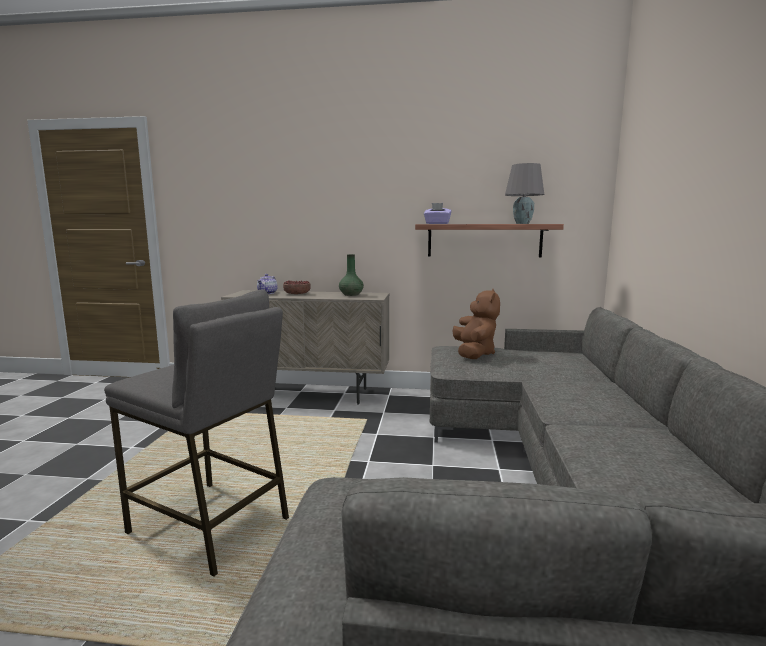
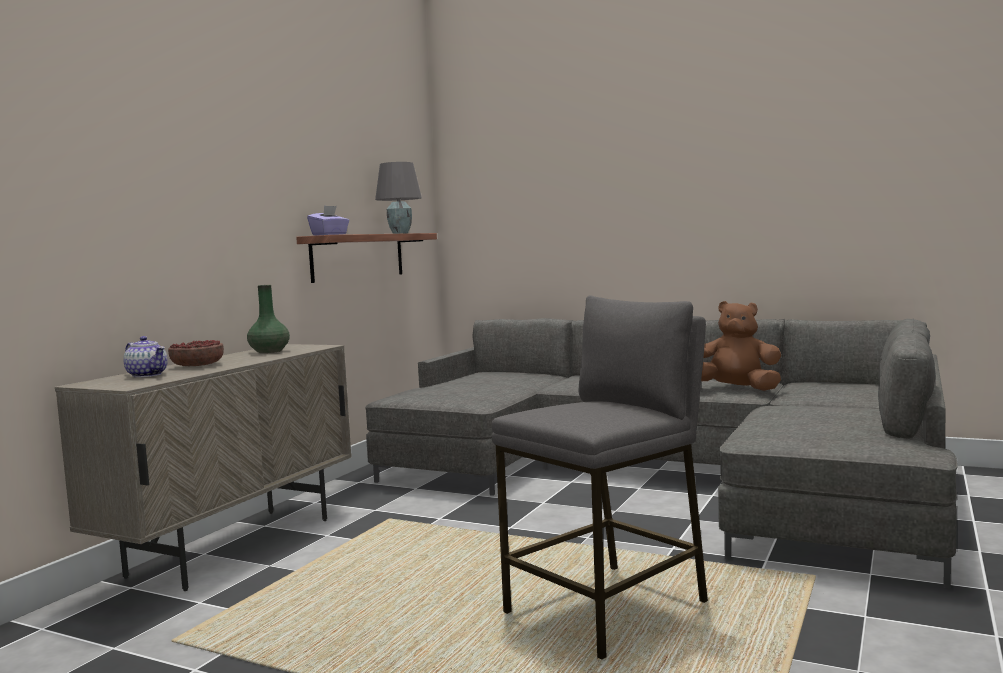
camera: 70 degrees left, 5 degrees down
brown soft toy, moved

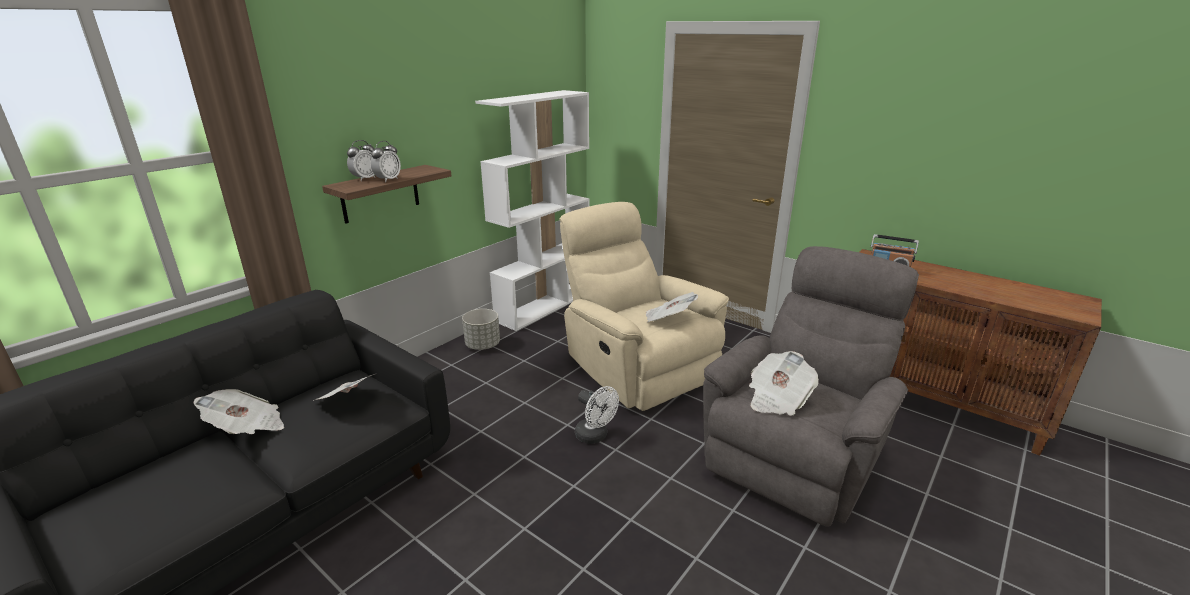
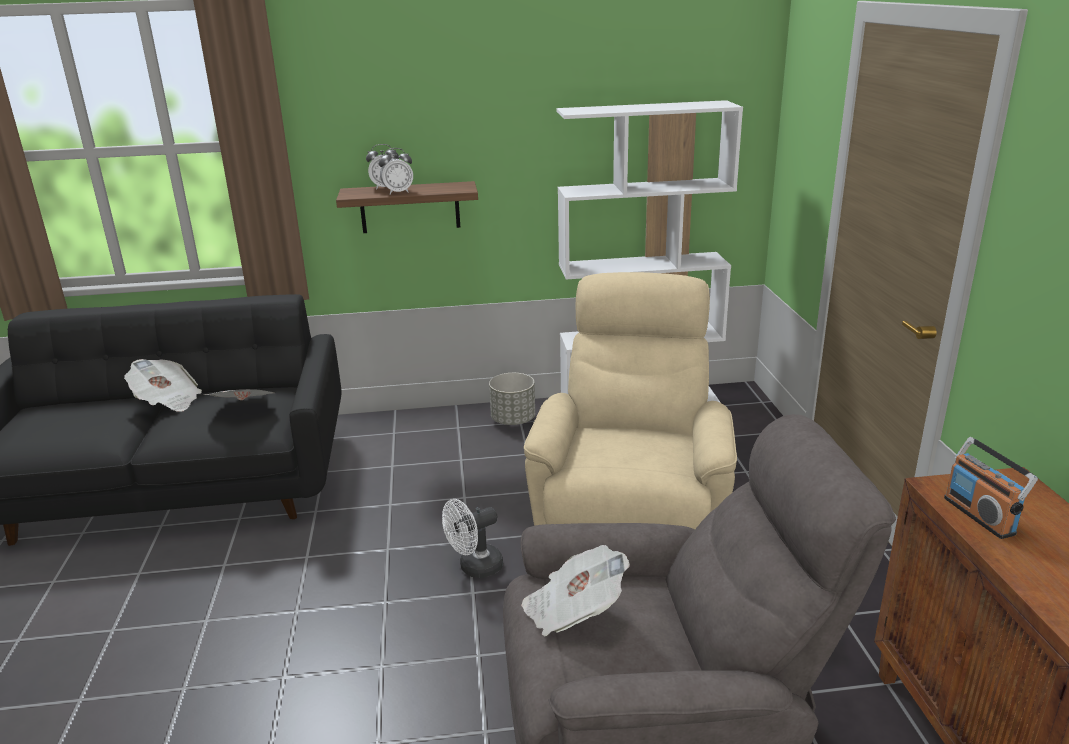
camera: 45 degrees right, 0 degrees up
white cooling fan, 60 degrees clockwise
daily paper (3rd from left) => nothing

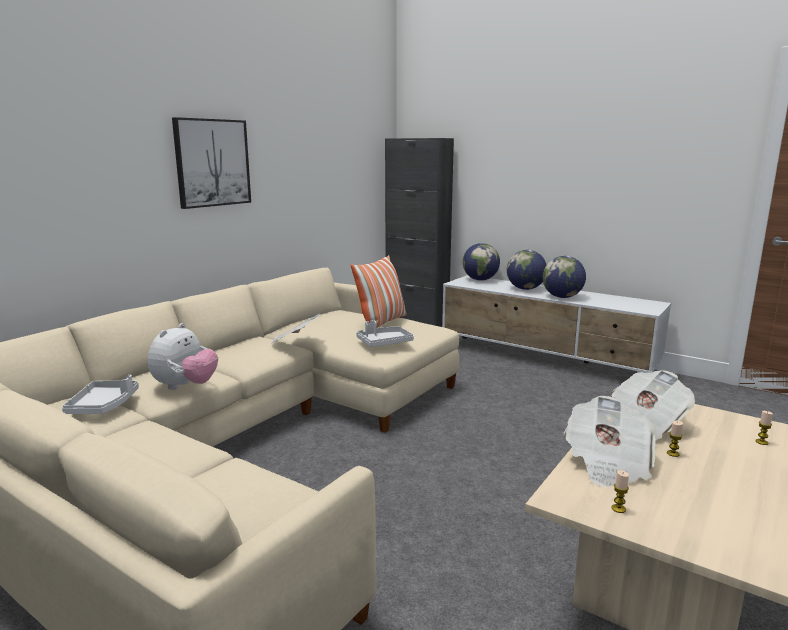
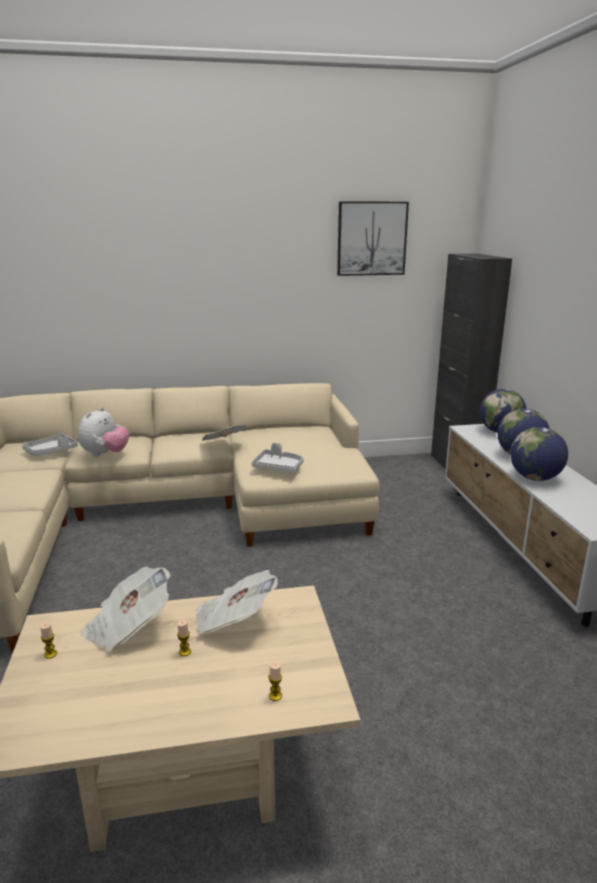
camera: 45 degrees right, 5 degrees up
soft toy, 45 degrees counterclockwise
wall picture, moved
pillow => nothing

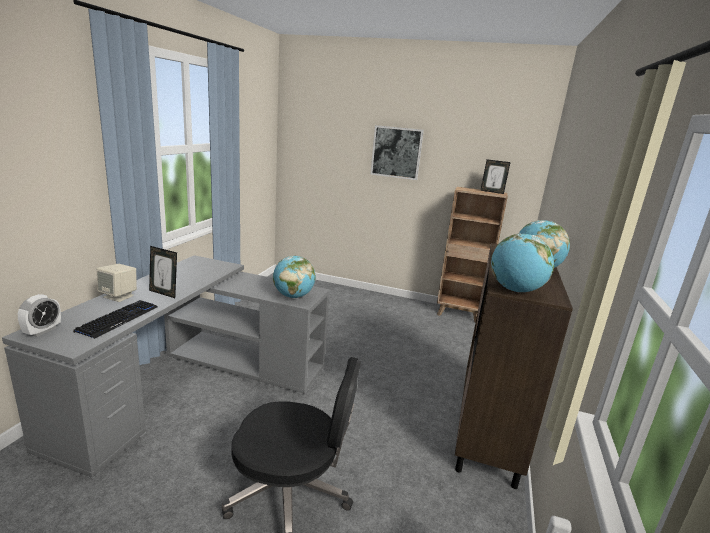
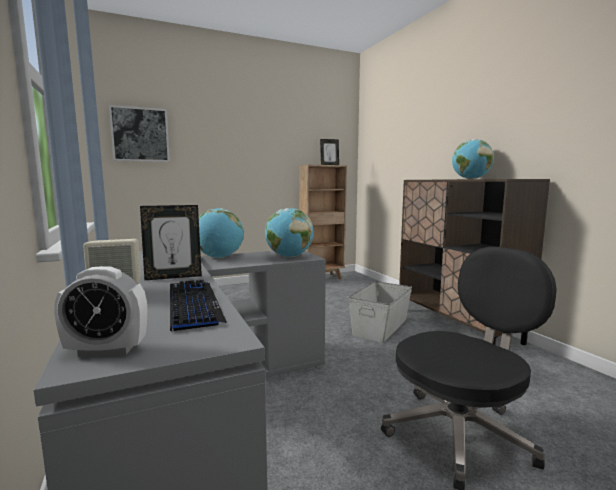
camera: 40 degrees left, 10 degrees down
bedside clock, 105 degrees clockwise
wall picture, moved
desk globe (2nd from left in the first image) => desk globe (1st from left), moved
nothing => greyish storage bin

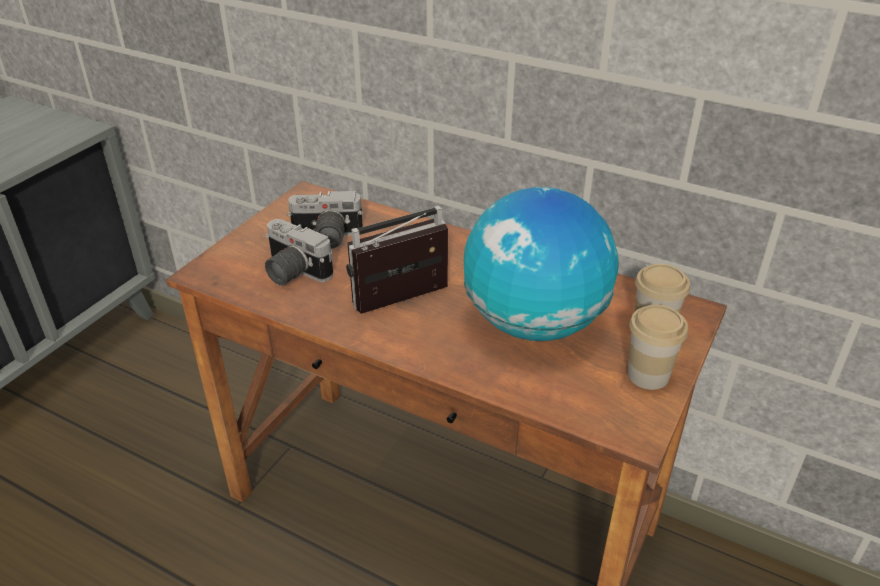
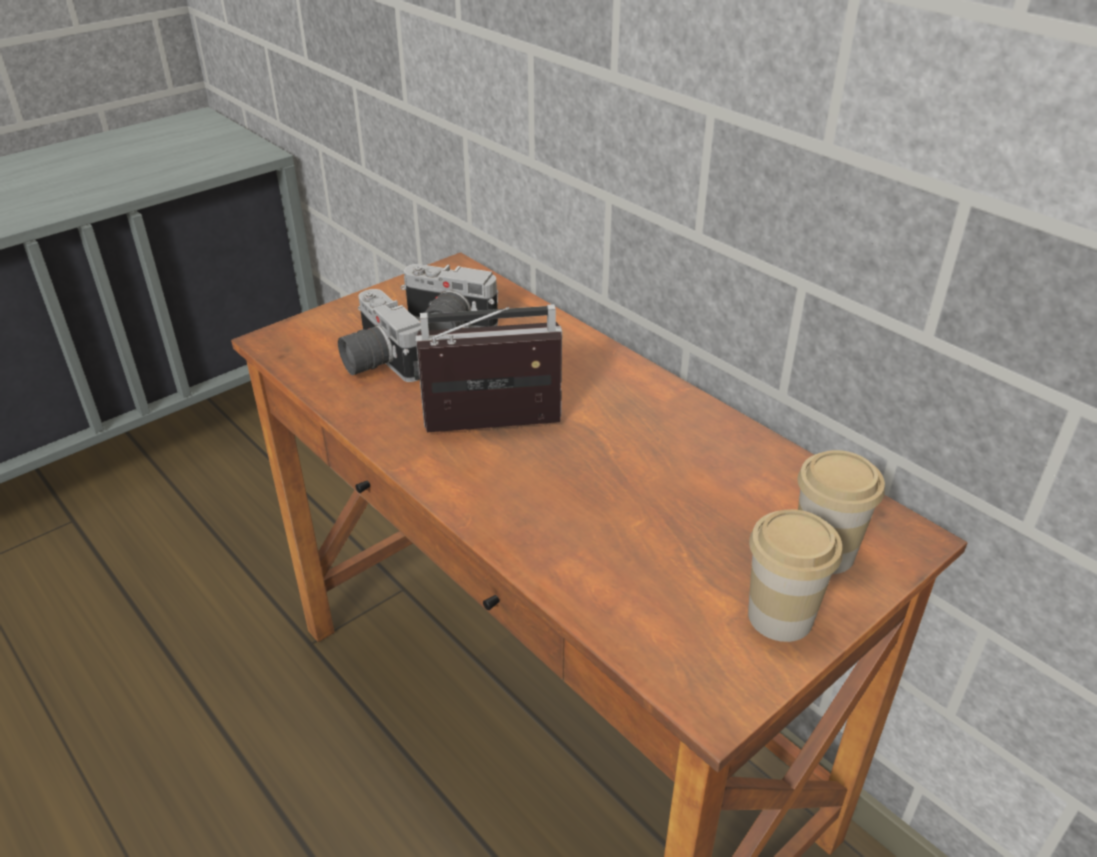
camera: 20 degrees right, 0 degrees up
desk globe => nothing

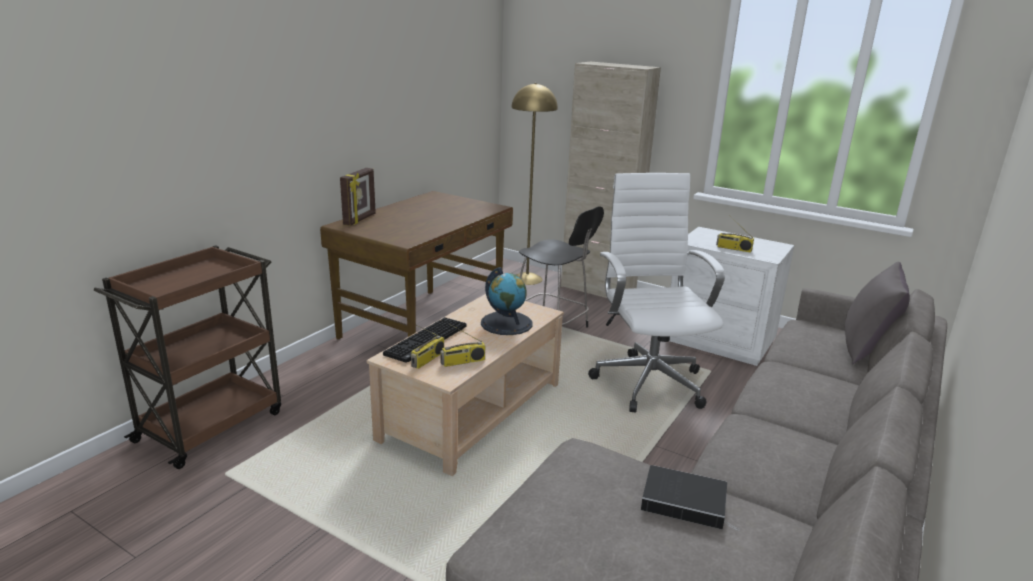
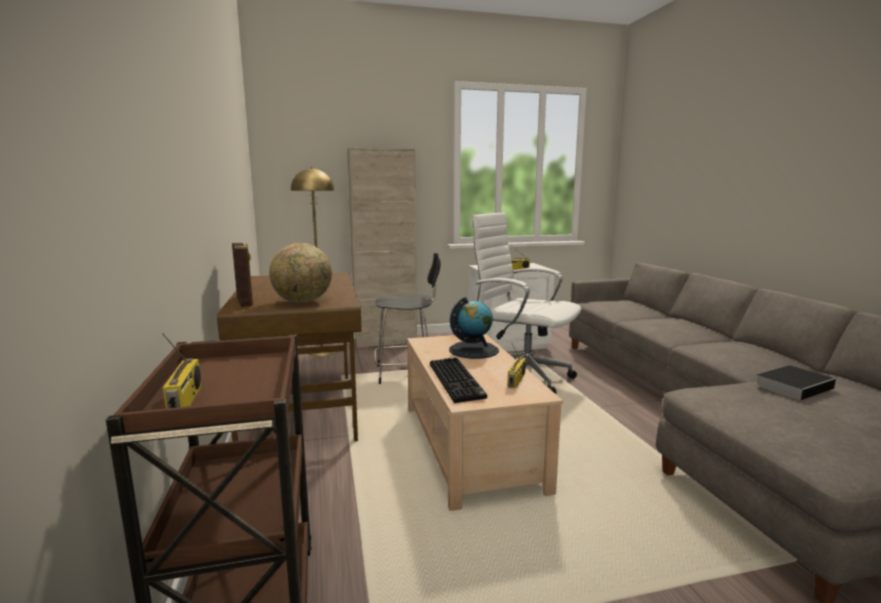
camera: 45 degrees left, 10 degrees down
radio receiver (1st from left), moved
greyish pillow => nothing
nothing => desk globe (1st from left)

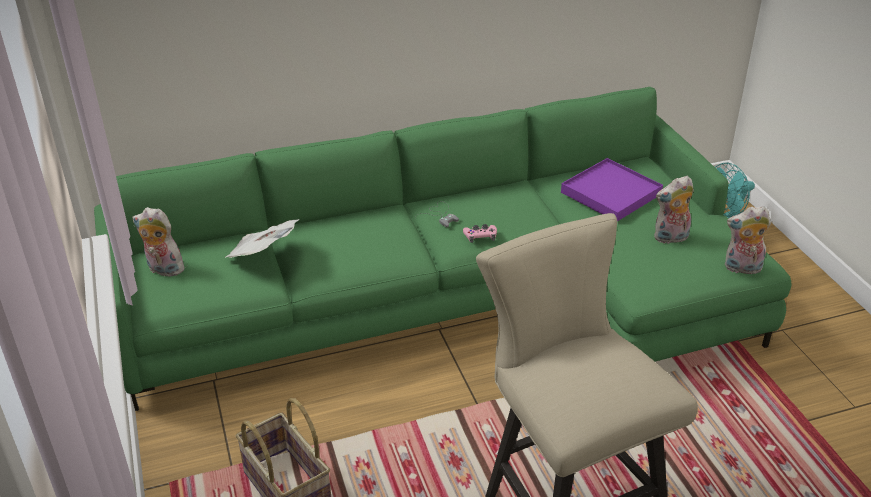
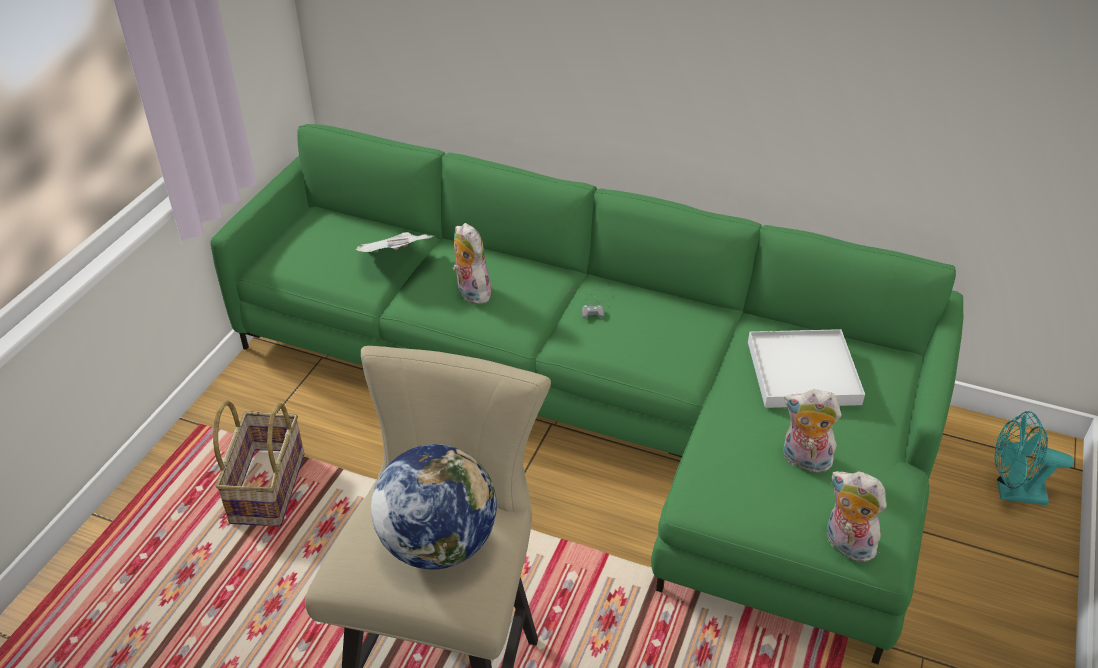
camera: 40 degrees right, 5 degrees up
soft toy (1st from left), moved
pink gamepad => nothing
purplish serving tray => white serving tray
nothing => desk globe

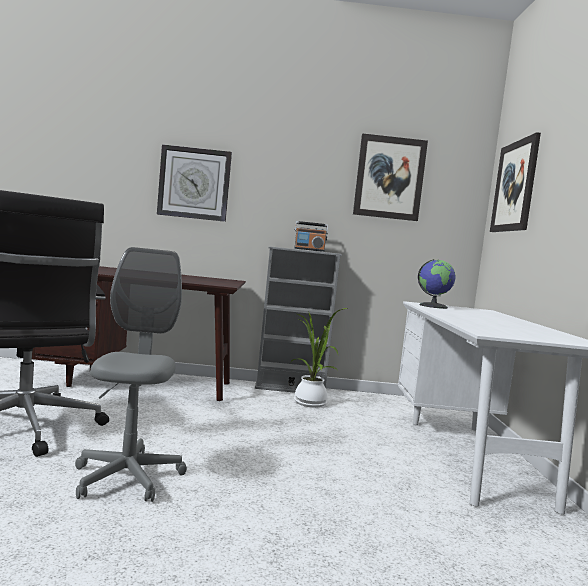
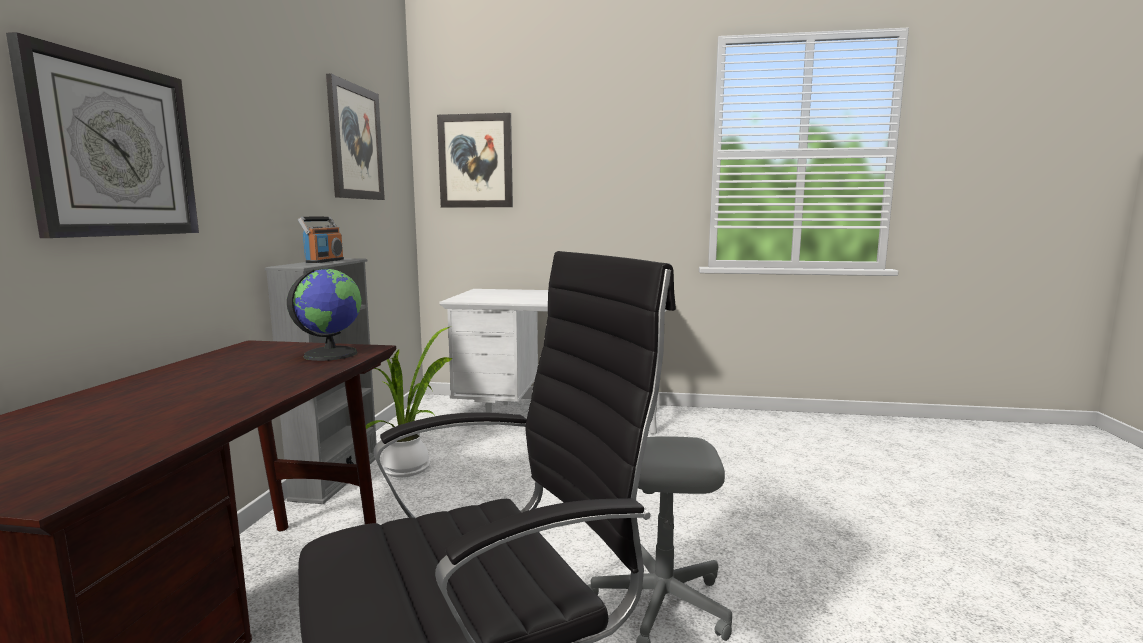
camera: 80 degrees left, 5 degrees up
desk globe, moved

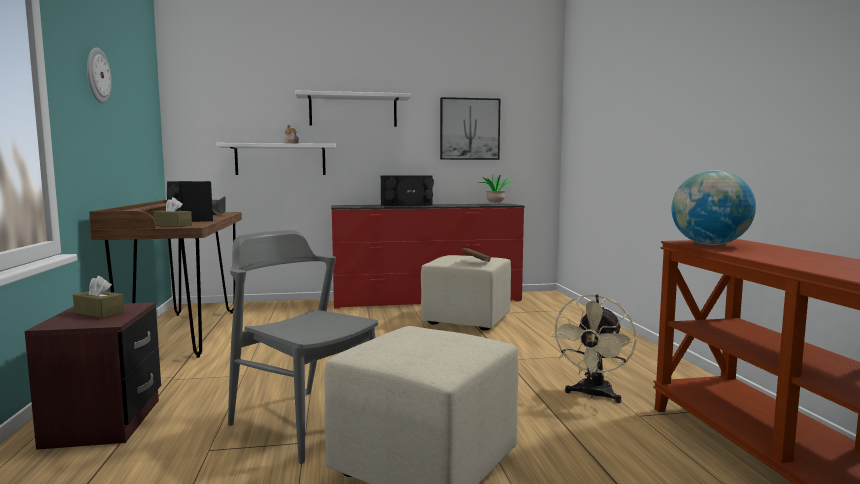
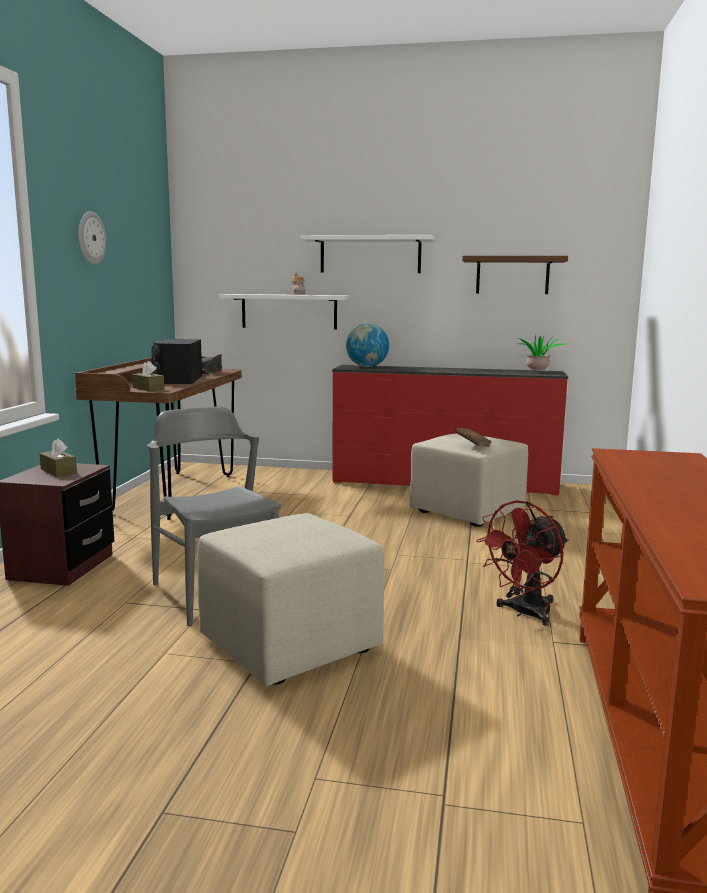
camera: 20 degrees right, 5 degrees up
black-coloured loudspeaker (2nd from left) => nothing
wall picture => brown shelf
beige cooling fan => red cooling fan
desk globe, moved

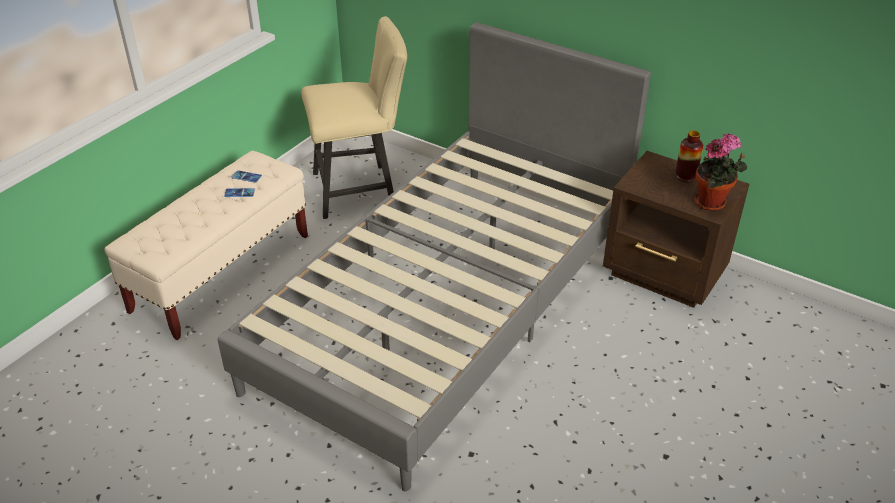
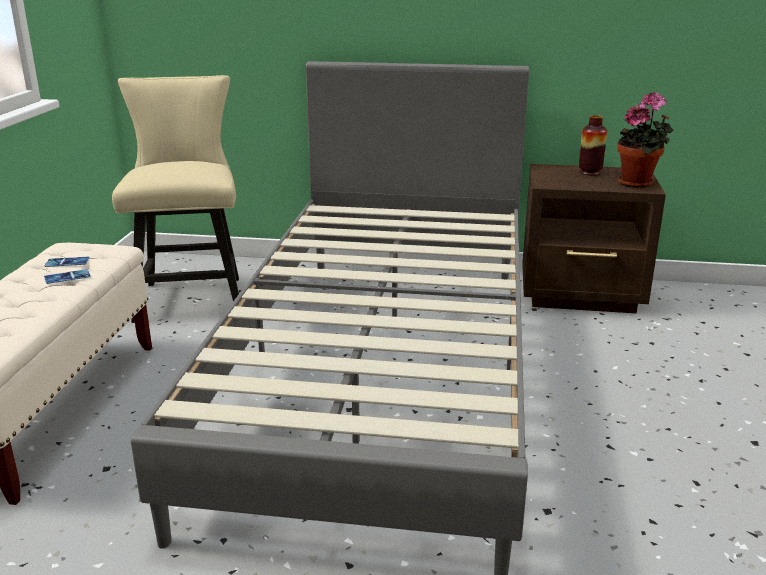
camera: 25 degrees left, 15 degrees down
beige upright chair, 60 degrees counterclockwise

